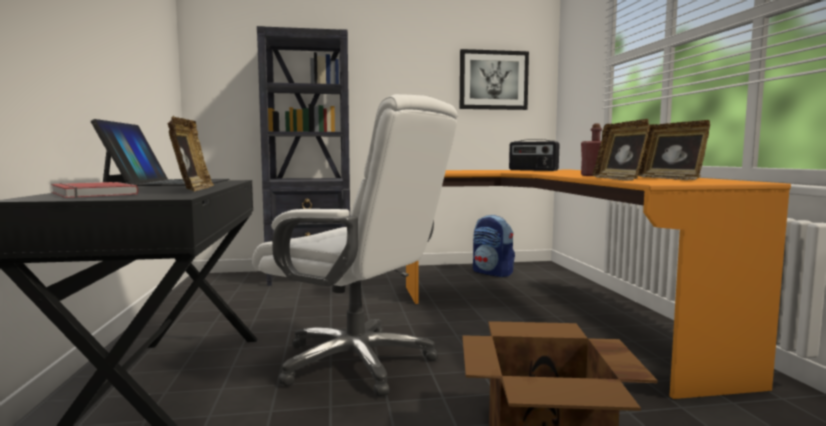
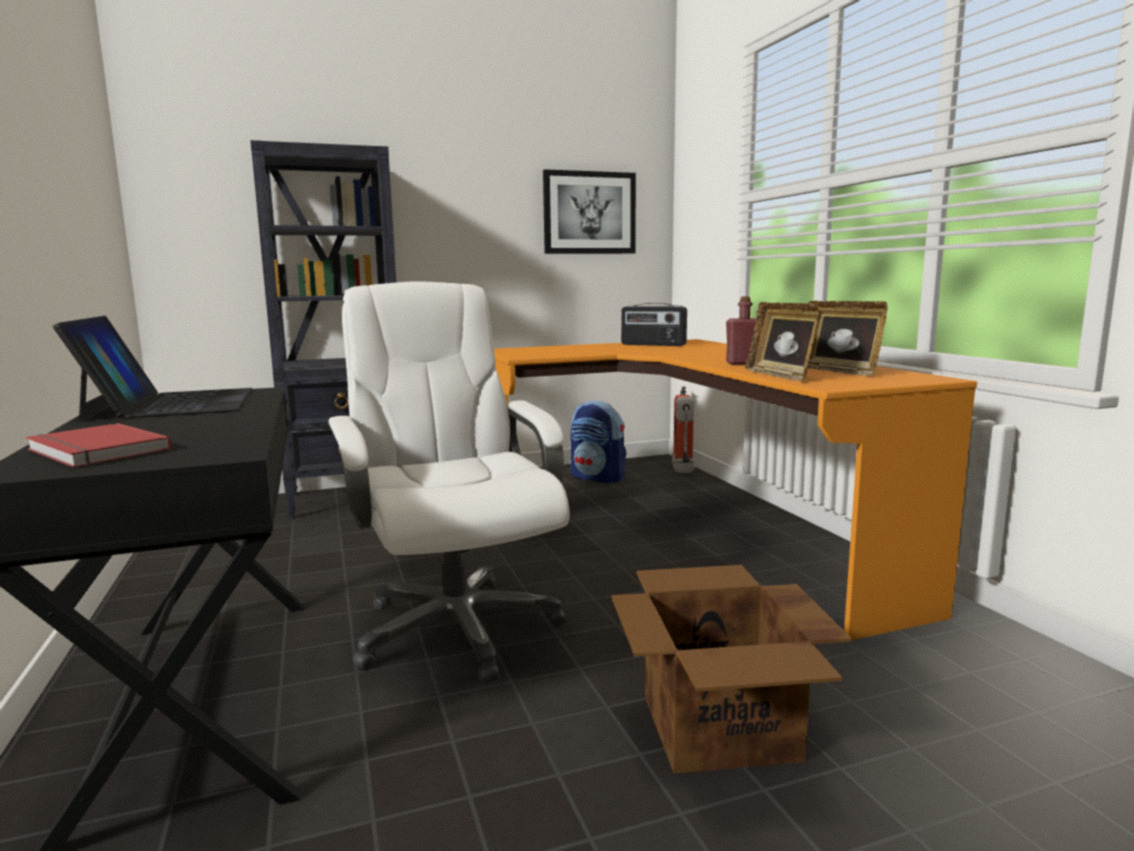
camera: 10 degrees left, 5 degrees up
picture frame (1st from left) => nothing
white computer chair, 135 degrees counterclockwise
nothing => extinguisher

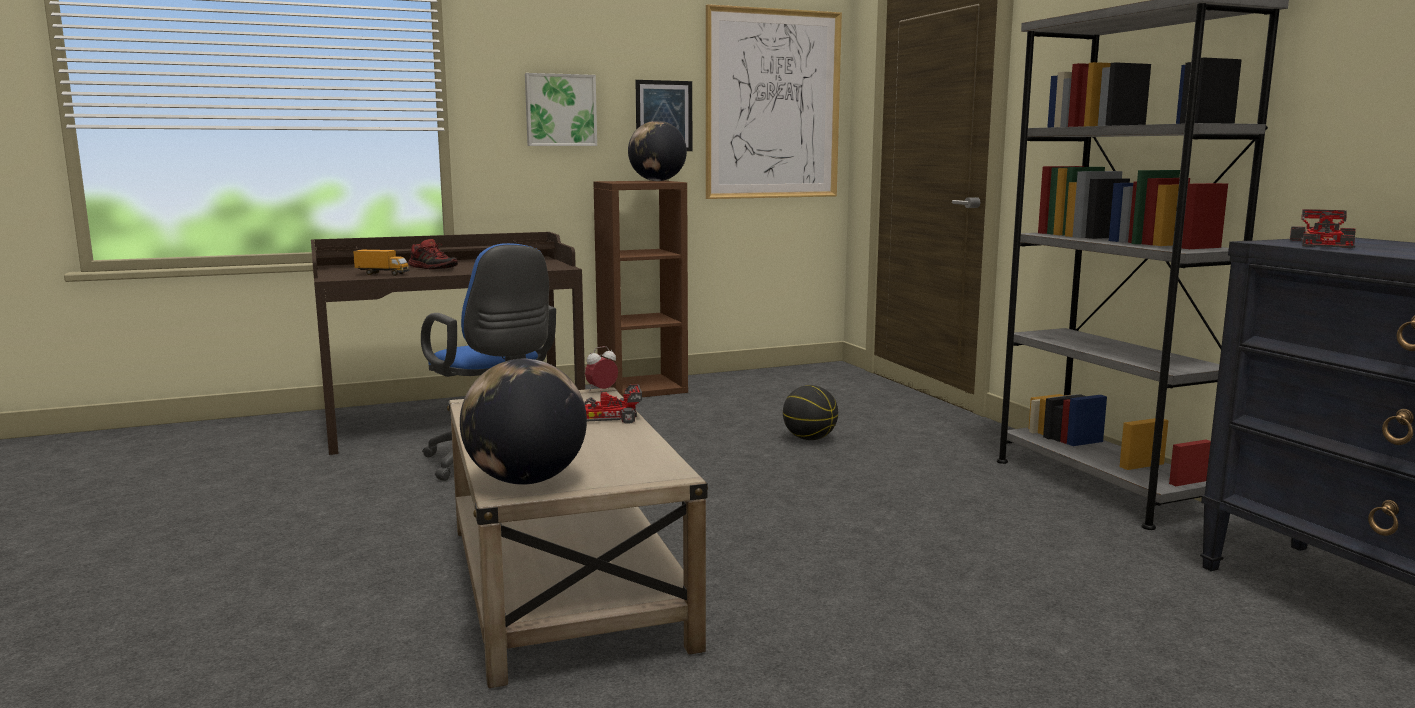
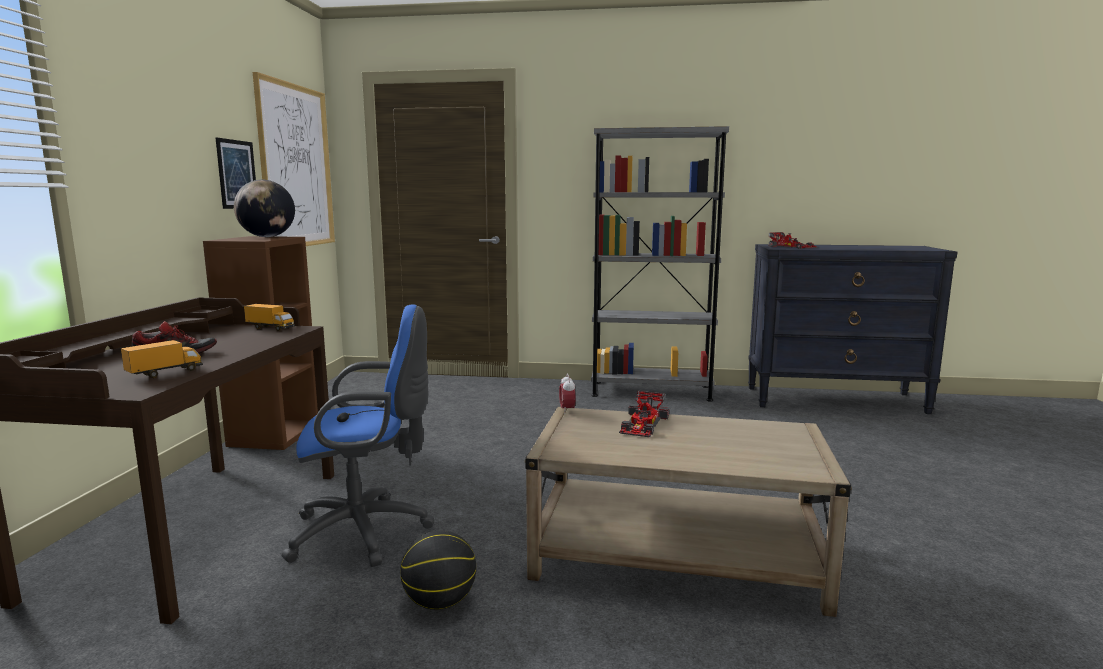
camera: 60 degrees left, 0 degrees up
desk globe (1st from left) => nothing
wall picture (1st from left) => nothing
basketball, moved
nothing => toy lorry (2nd from left)

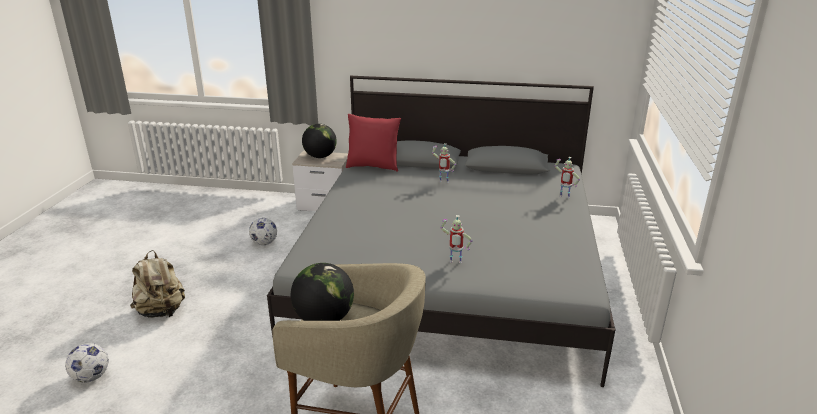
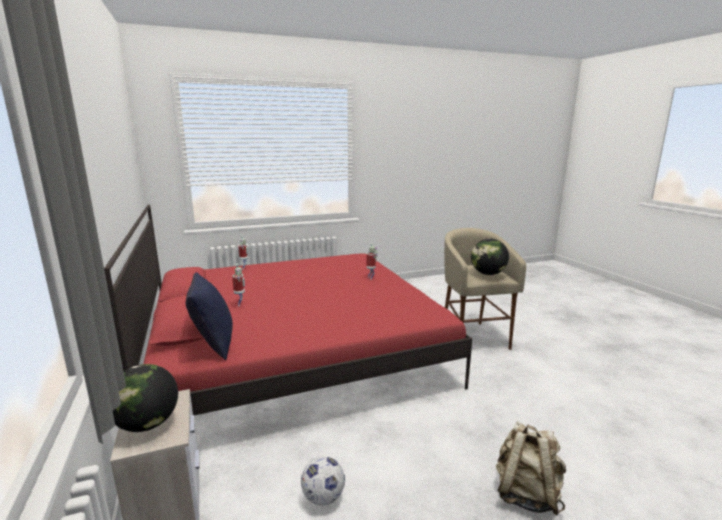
camera: 120 degrees left, 10 degrees down
ball for football (1st from left) => nothing
greyish sleeping bed => red sleeping bed
red pillow => bluish pillow

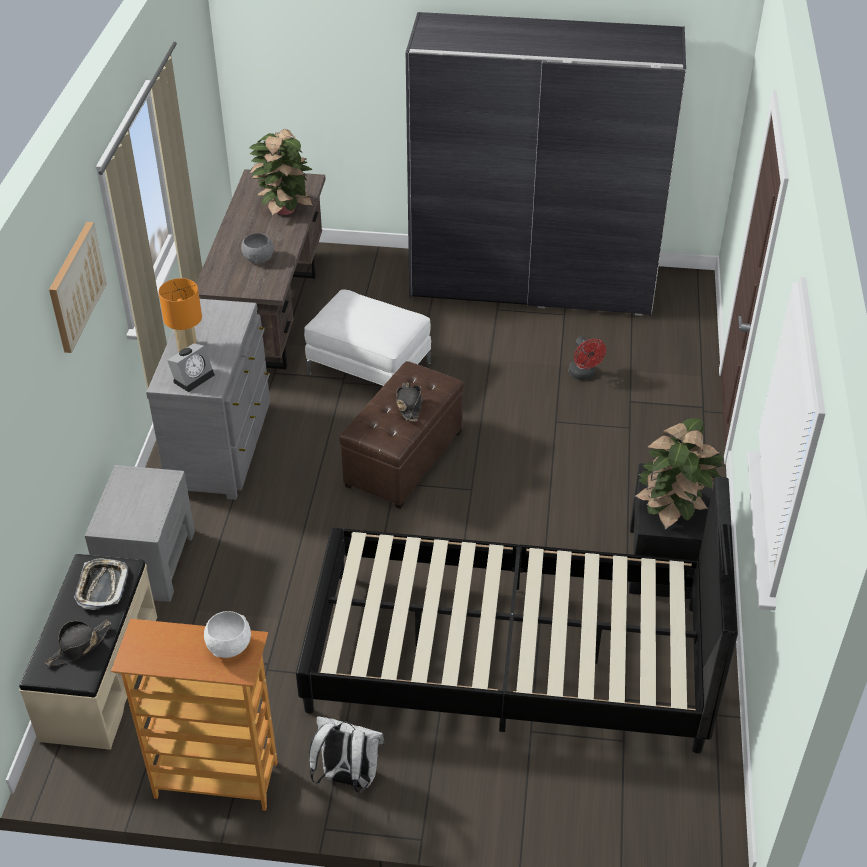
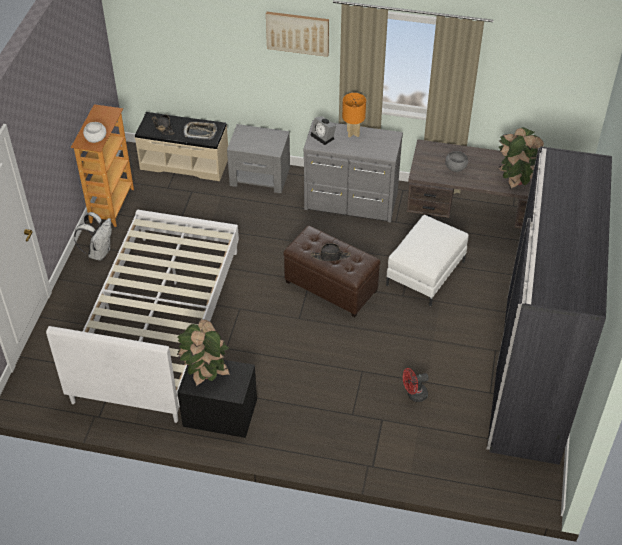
camera: 95 degrees right, 5 degrees up
black-coloured sleeping bed => white sleeping bed

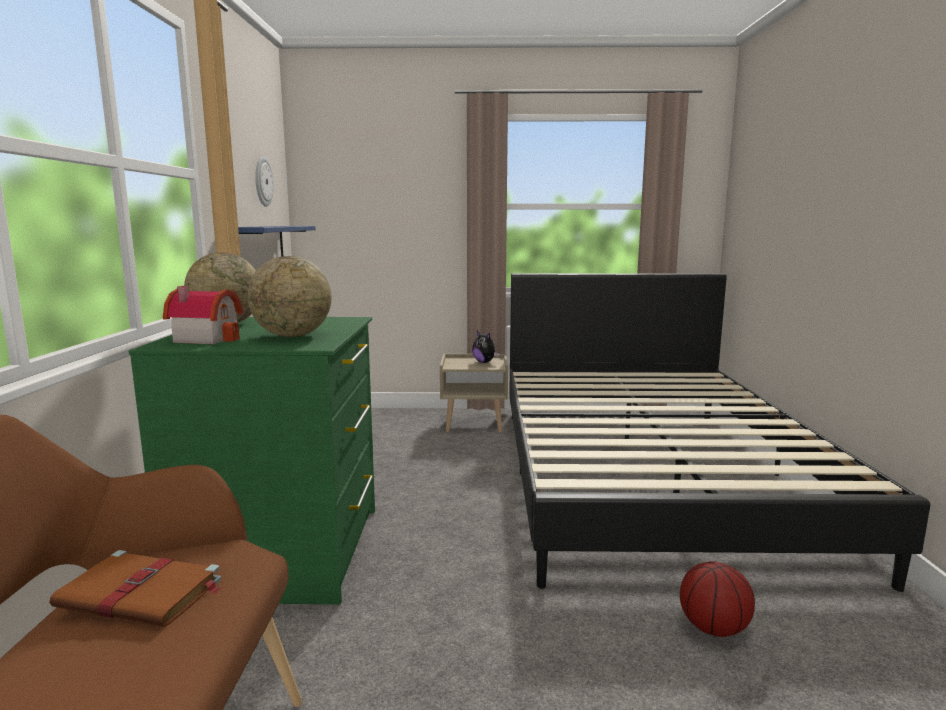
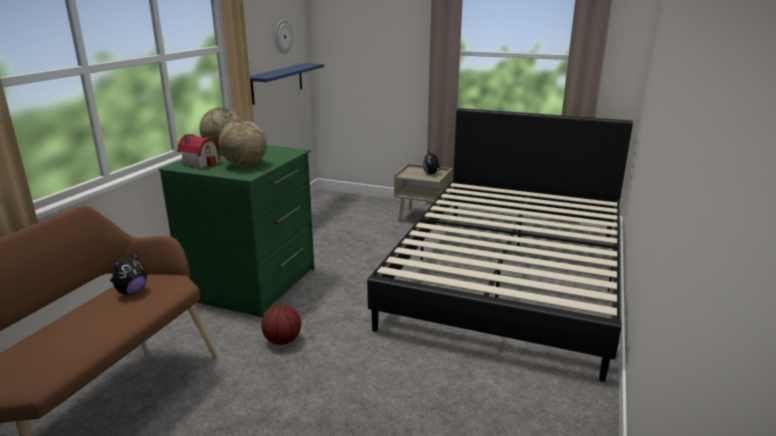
camera: 20 degrees right, 10 degrees up
brown book => soft toy (1st from left)
basketball, moved

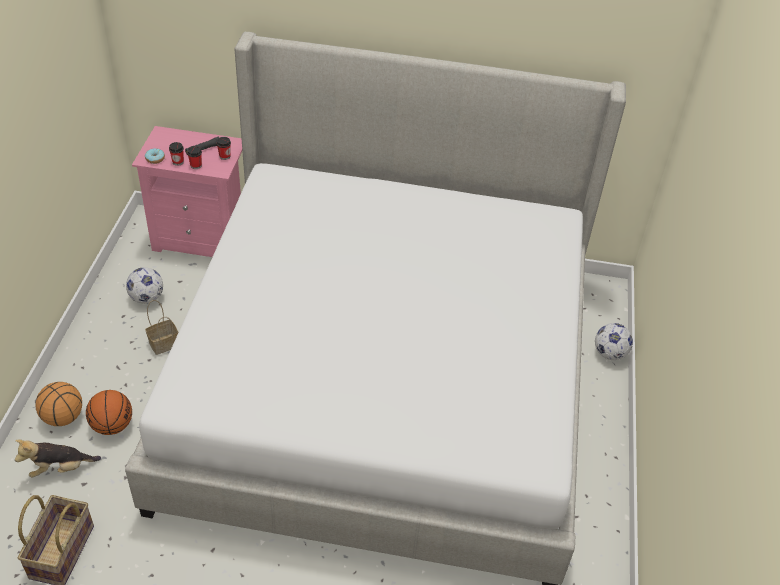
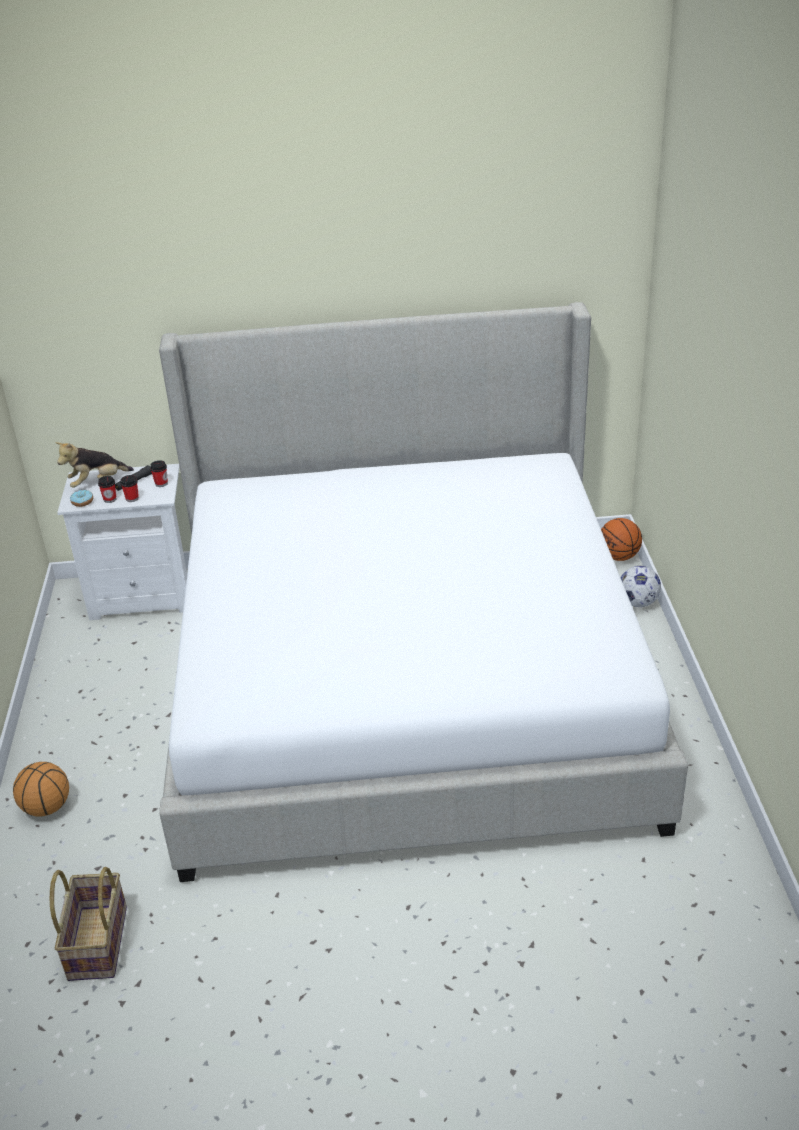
camera: 10 degrees left, 10 degrees down
soft toy, moved
basketball (2nd from left), moved
ball for football (1st from left) => nothing
pink night table => white night table
household basket (2nd from left) => nothing

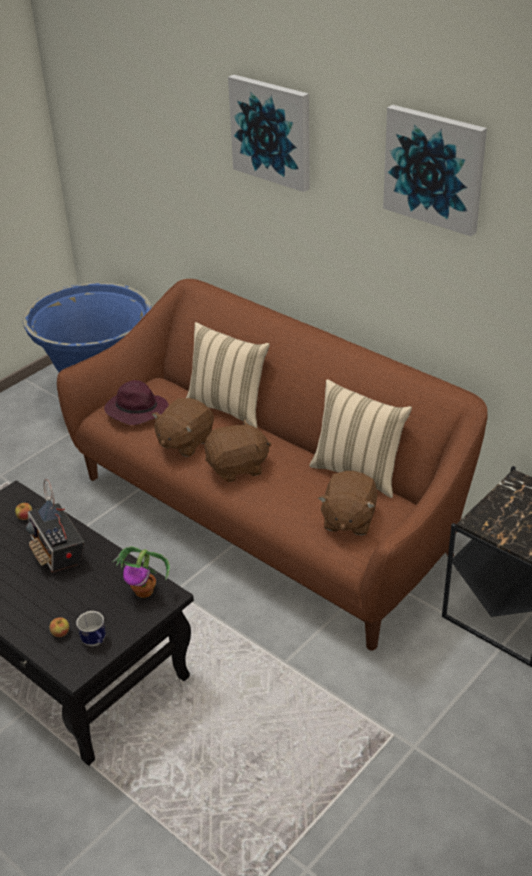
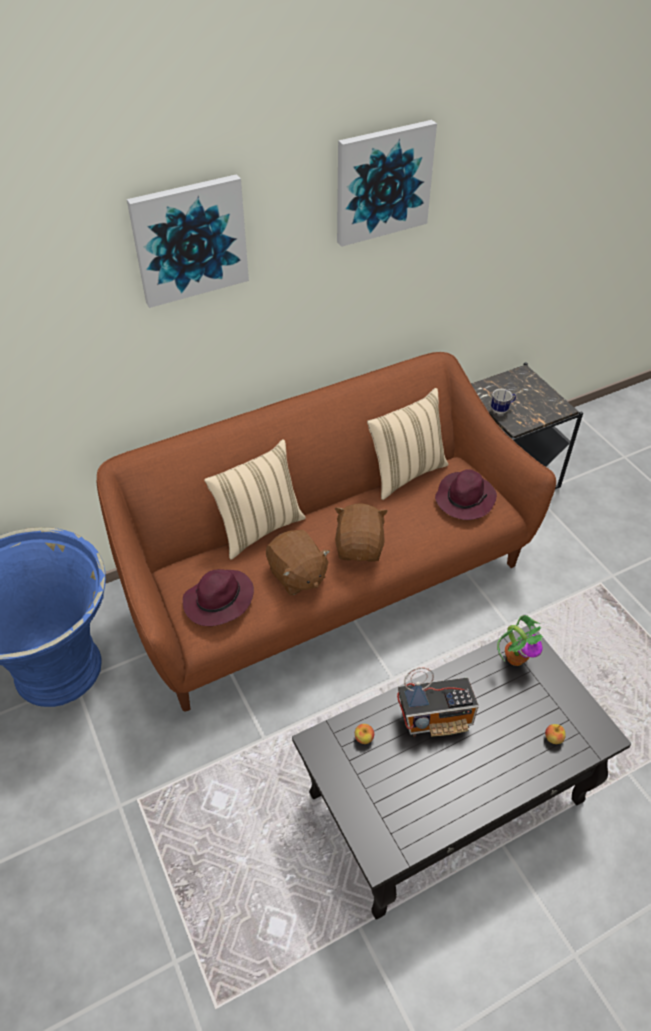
camera: 70 degrees left, 10 degrees up
mug, moved
brown soft toy (3rd from left) => purplish hat (2nd from left)

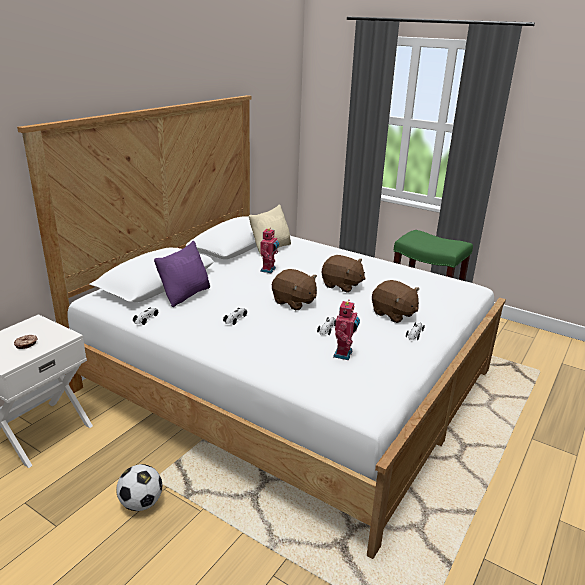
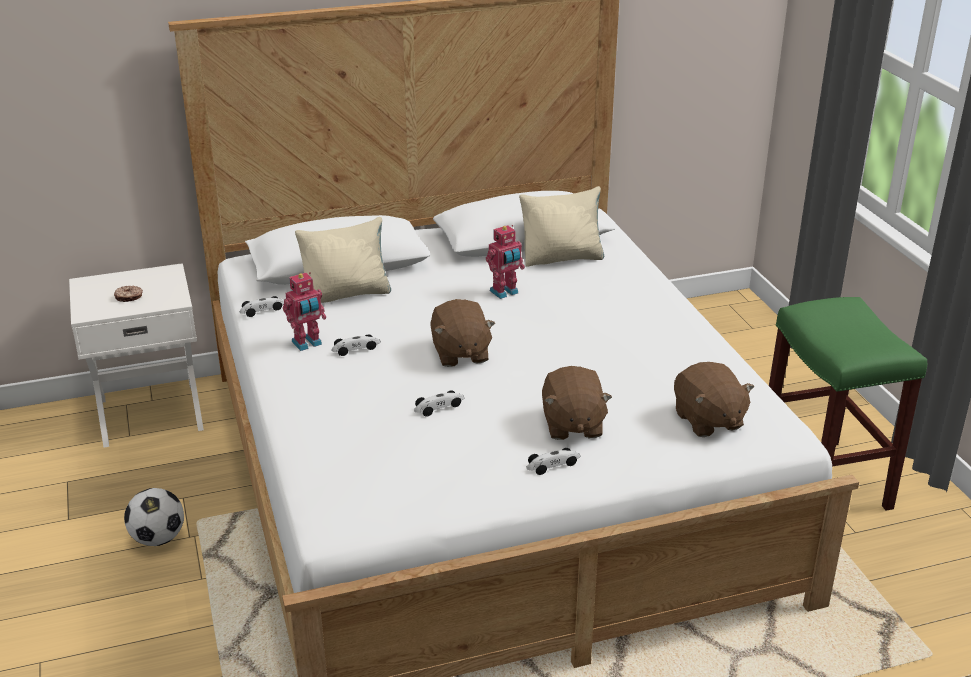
camera: 40 degrees right, 5 degrees up
purplish pillow => beige pillow (1st from left)
brown soft toy (2nd from left in the first image) => brown soft toy (3rd from left), moved
model robot (2nd from left in the first image) => model robot (1st from left), moved

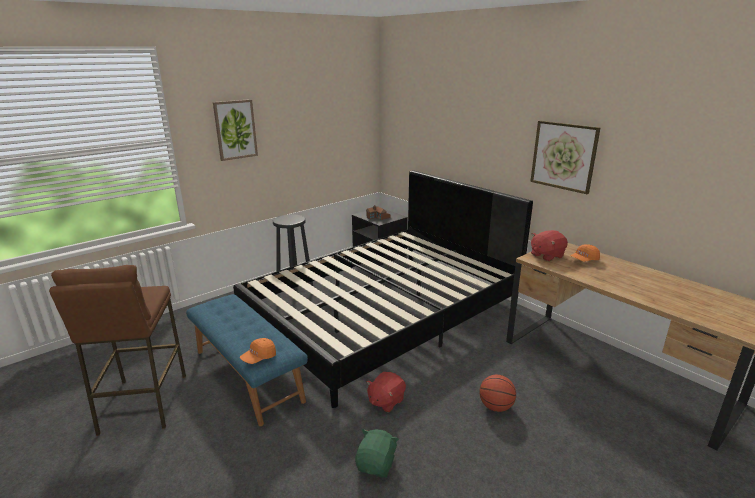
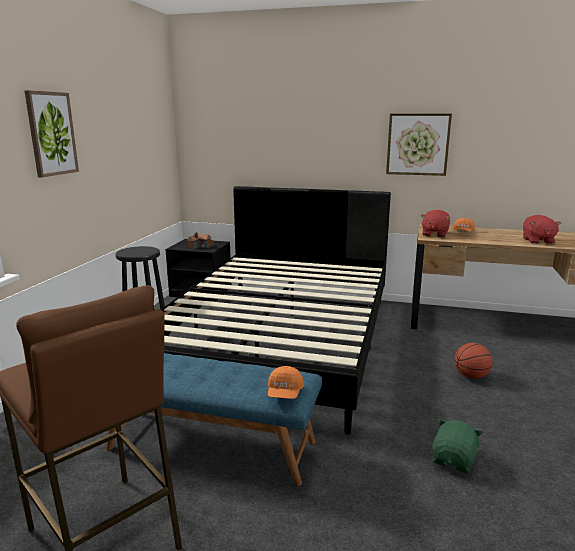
camera: 35 degrees left, 5 degrees down
greenish soft toy, 45 degrees clockwise
red soft toy (1st from left in the first image) => red soft toy (2nd from left), moved

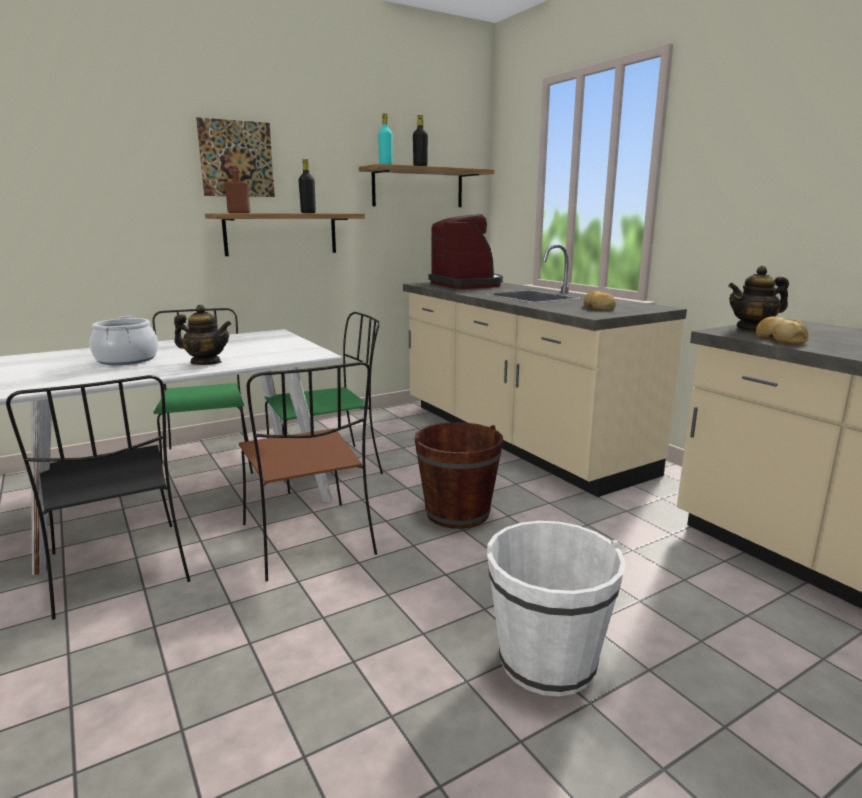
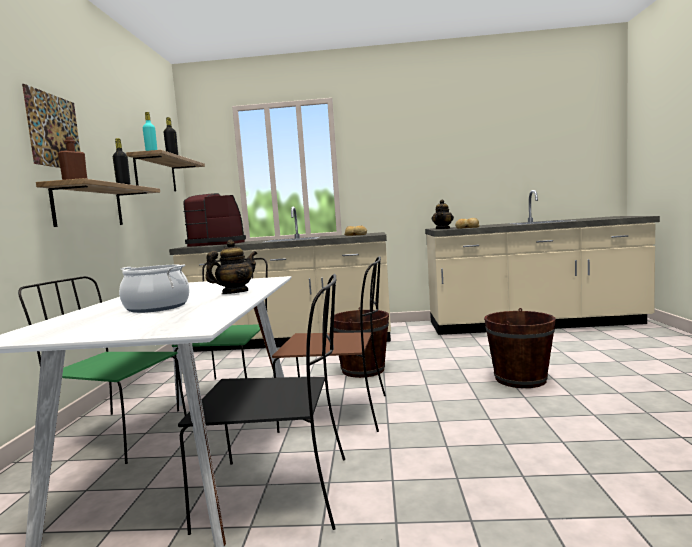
camera: 55 degrees left, 10 degrees down
white bucket => brown bucket (2nd from left)

